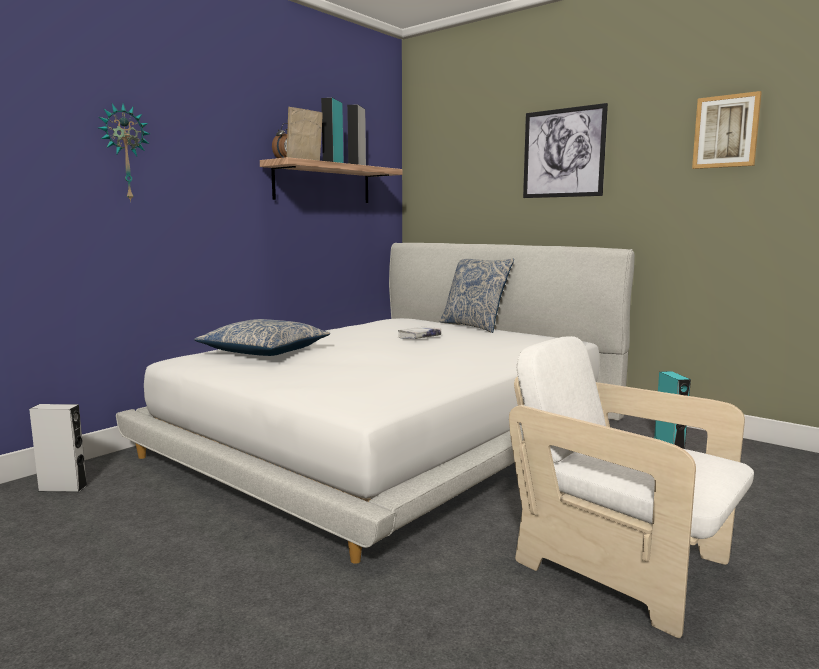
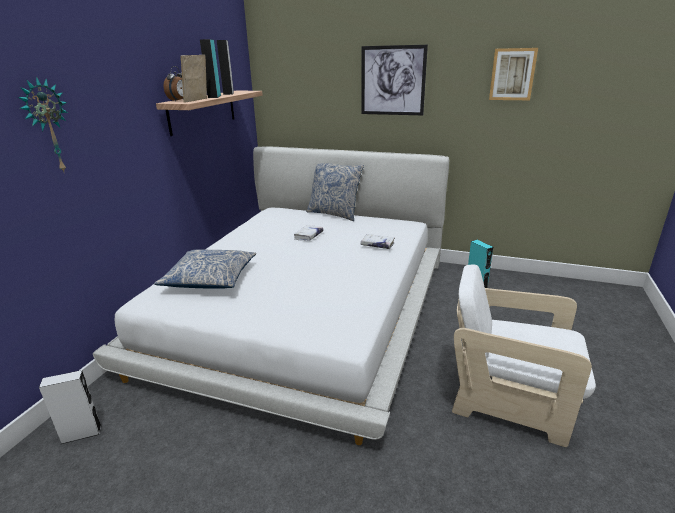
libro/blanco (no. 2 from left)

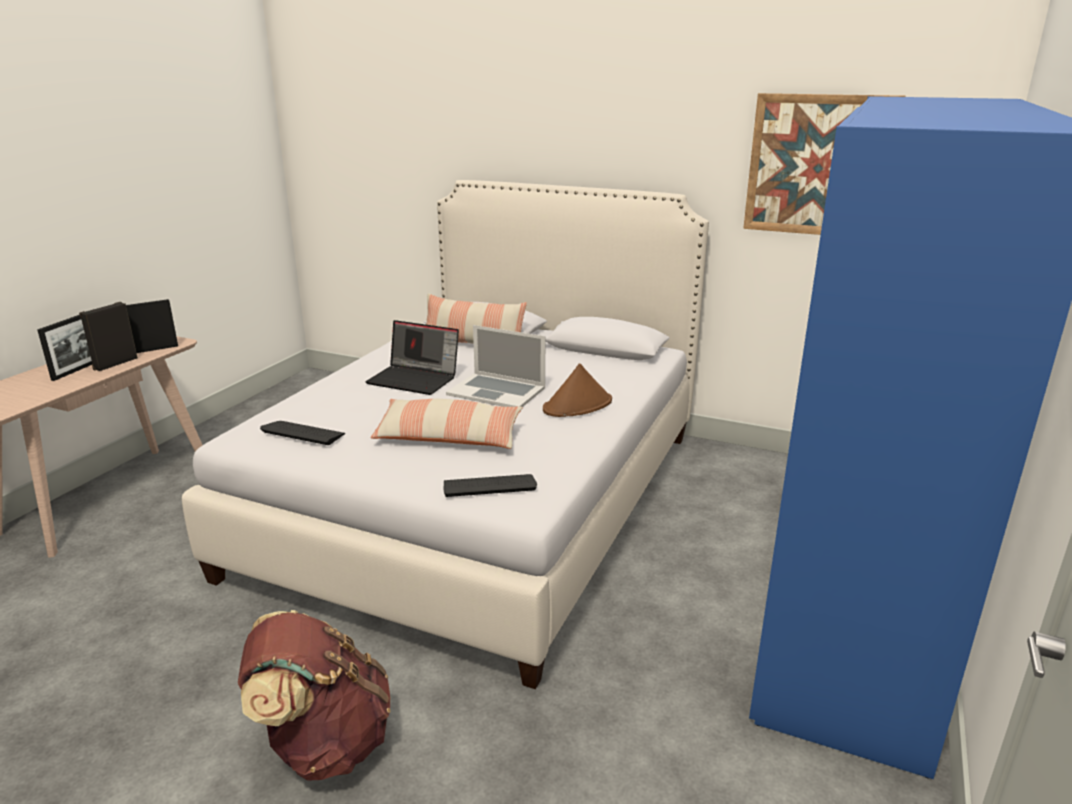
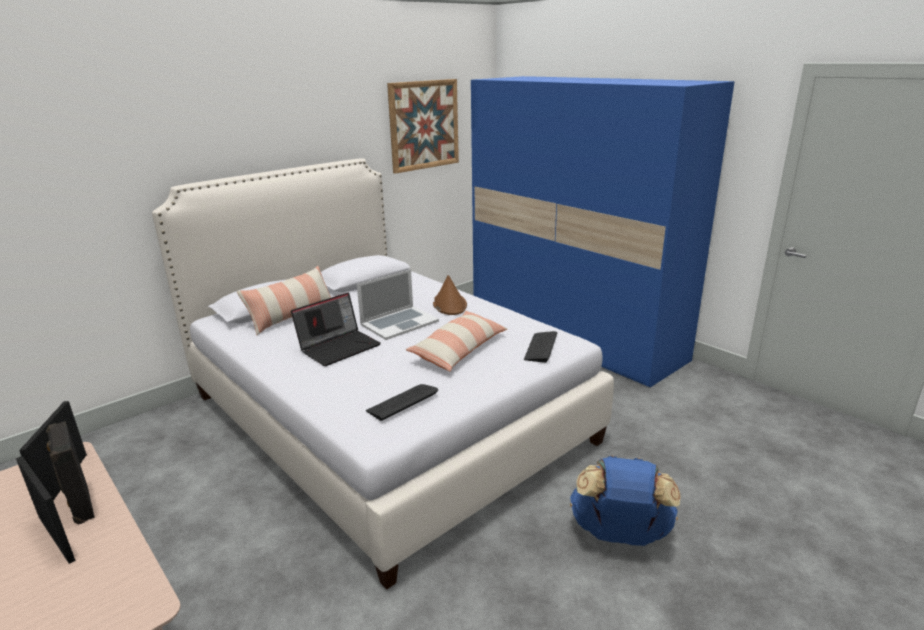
mochila/azul

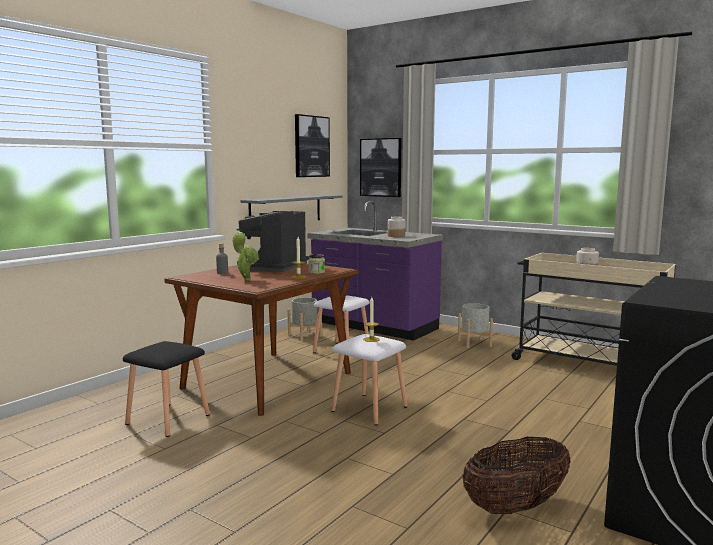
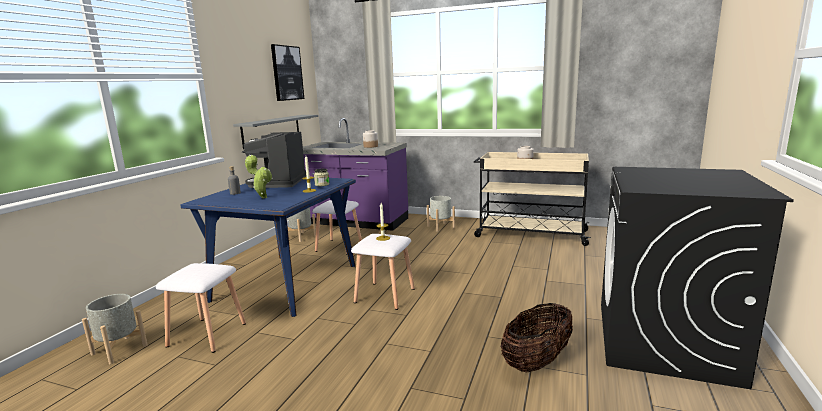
cuadro (no. 2 from left in the first image)
mesa de comedor/azul
taburete/blanco (no. 1 from left)
maceta/gris (no. 1 from left)

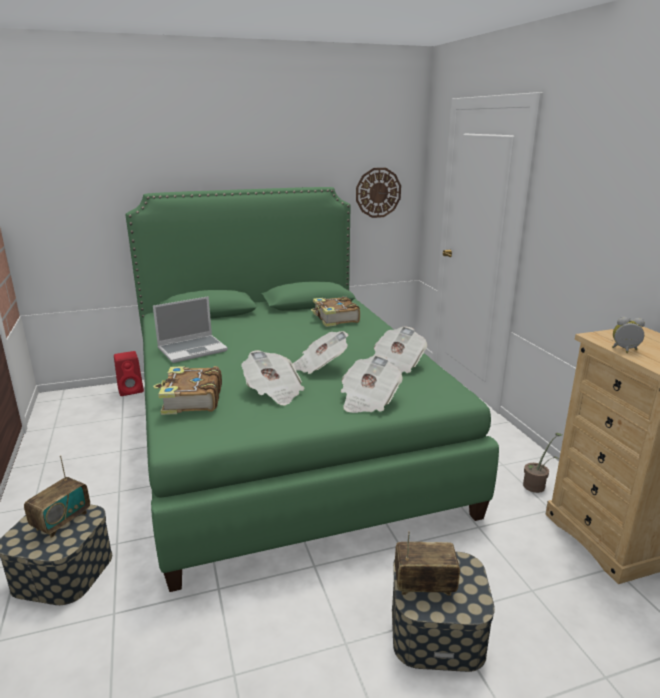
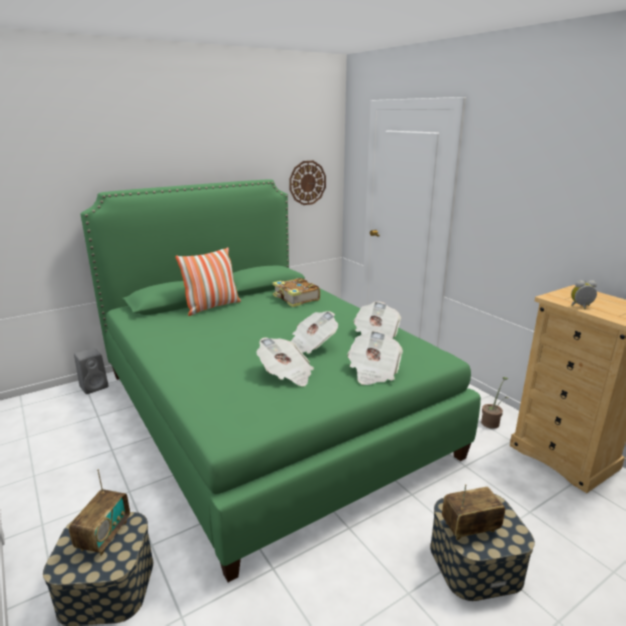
portátil
altavoz/gris
libro (no. 1 from left in the first image)
cojín

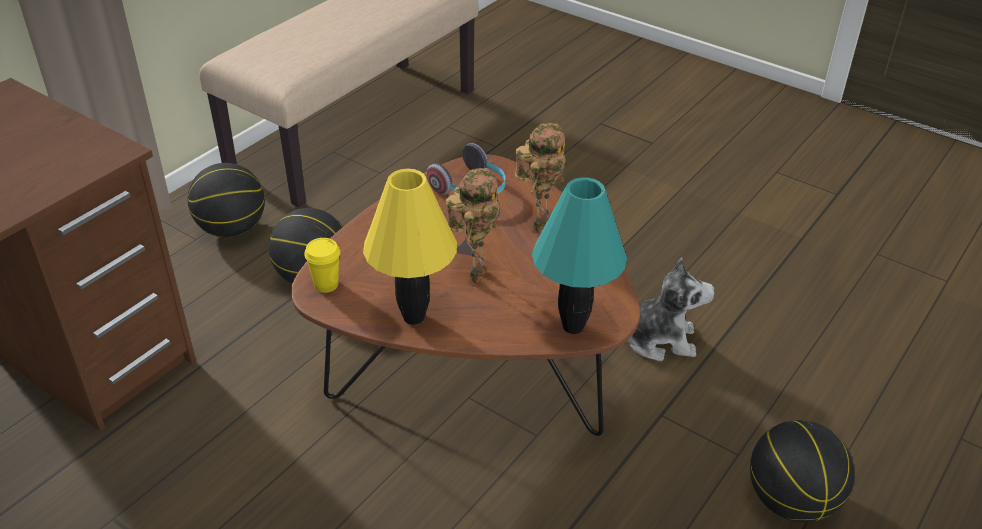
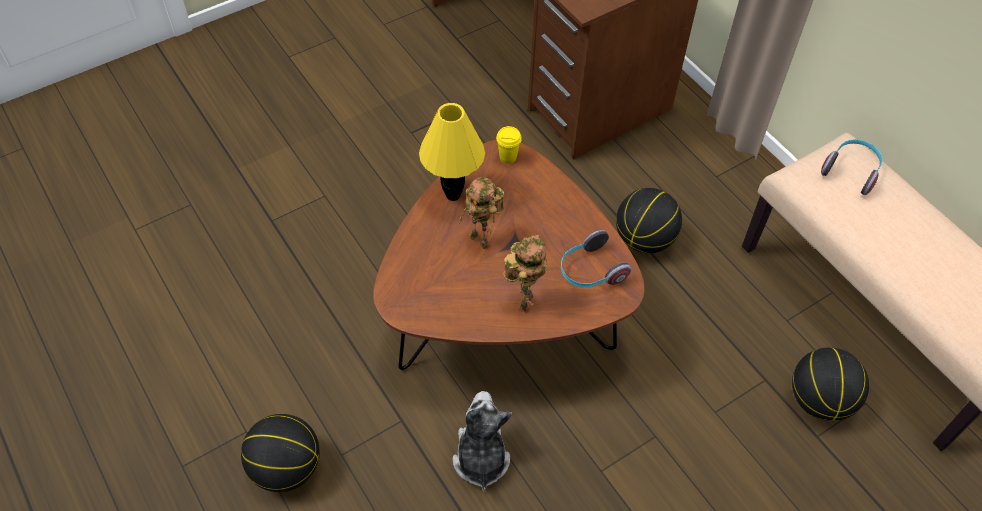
robot de juguete (no. 2 from left)
balón de baloncesto (no. 3 from left)
lámpara de mesa/turquesa
peluche
auriculares (no. 2 from left)

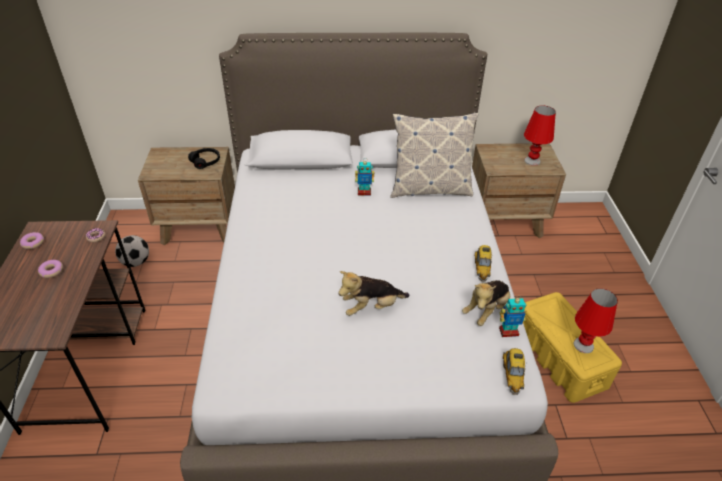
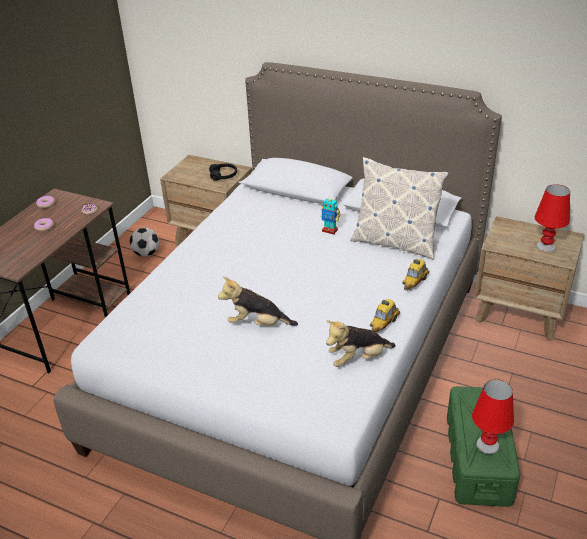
caja de almacenaje/verde
robot de juguete (no. 2 from left in the first image)
coche de juguete (no. 2 from left)

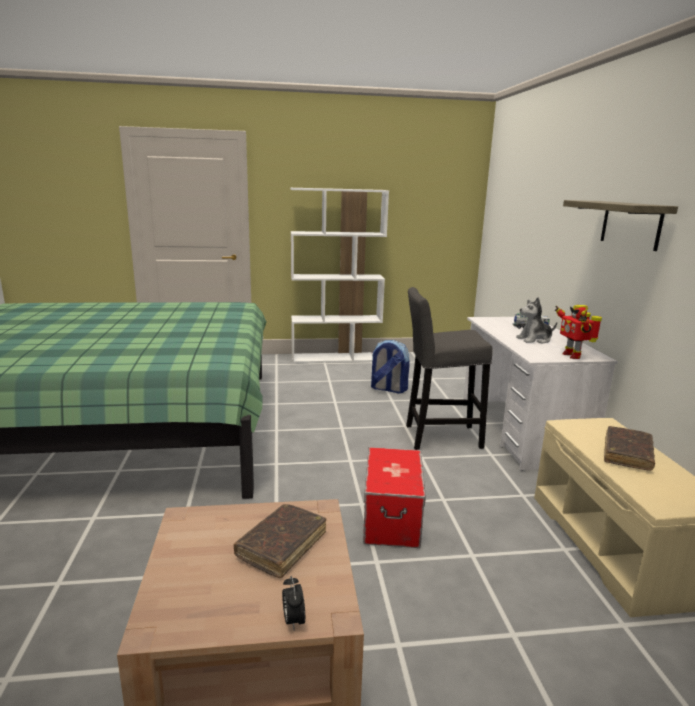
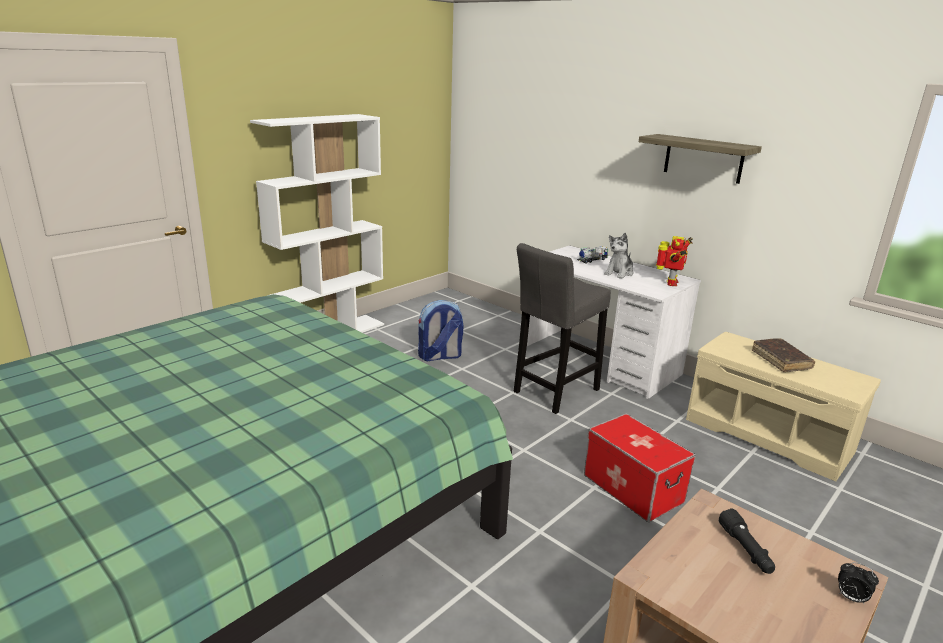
robot de juguete
linterna/negro

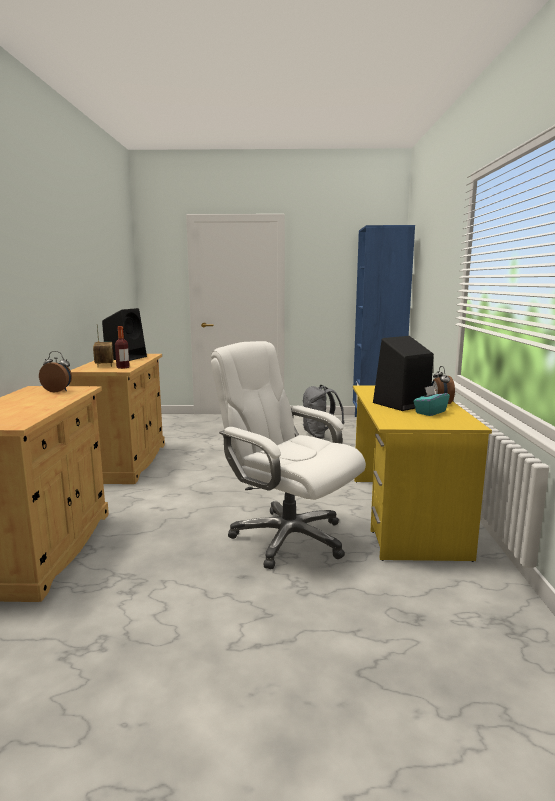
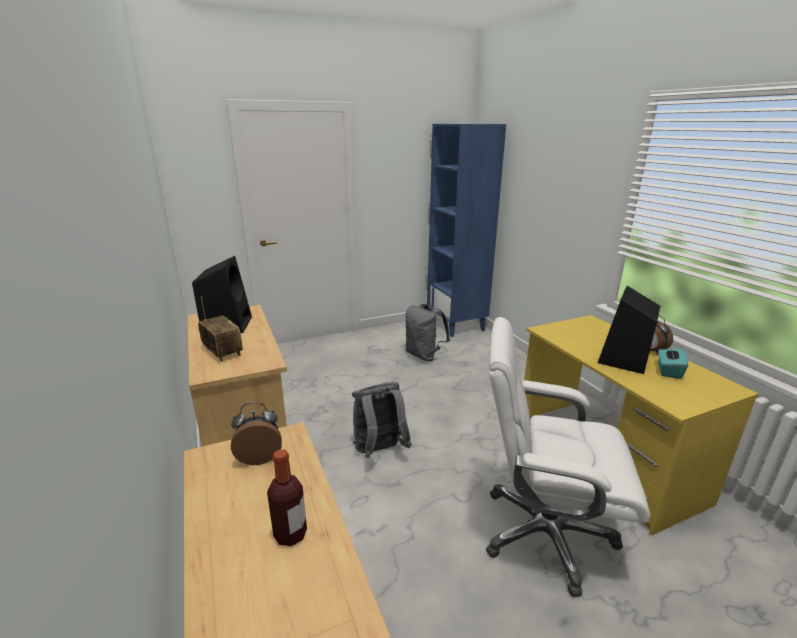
botella
mochila/gris (no. 1 from left)

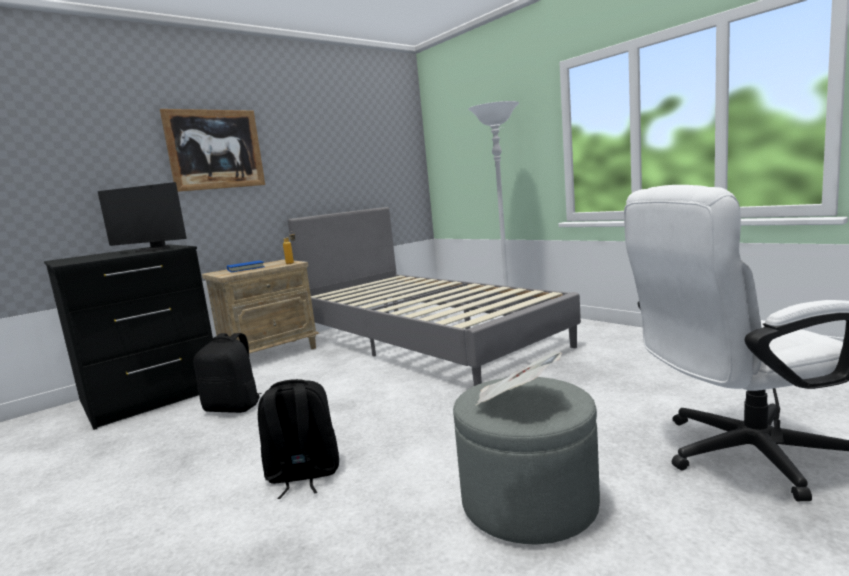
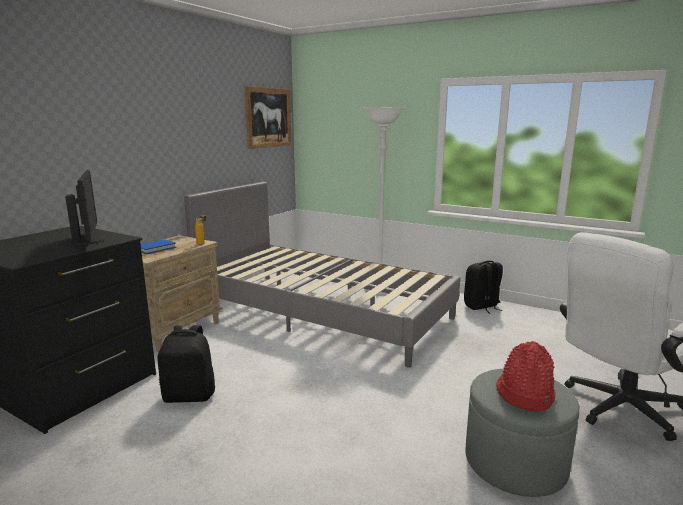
cuadro
monitor
sombrero/rojo
mochila/negro (no. 2 from left)

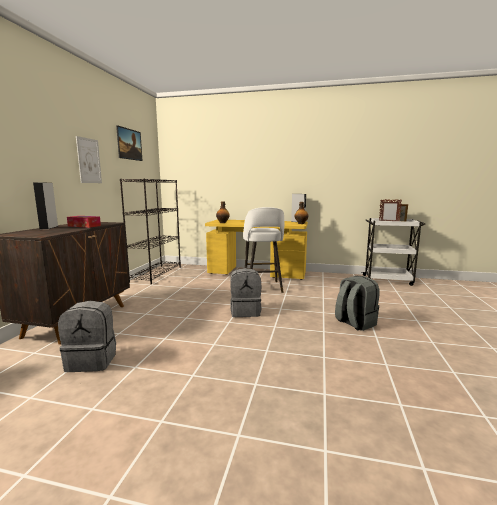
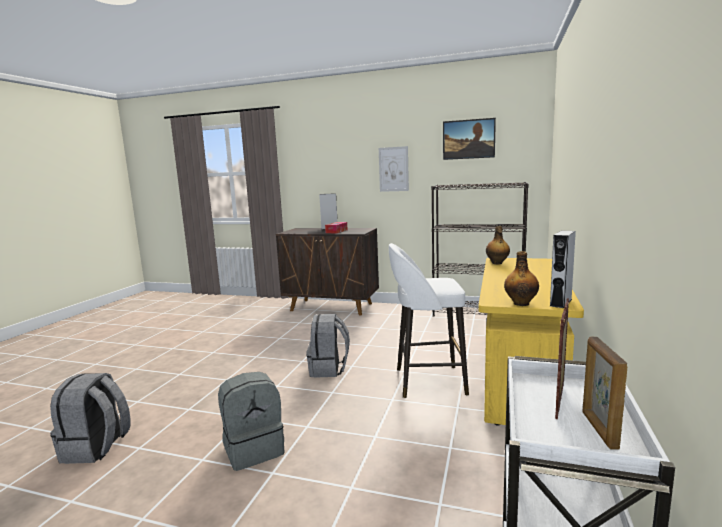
mochila/gris (no. 1 from left)

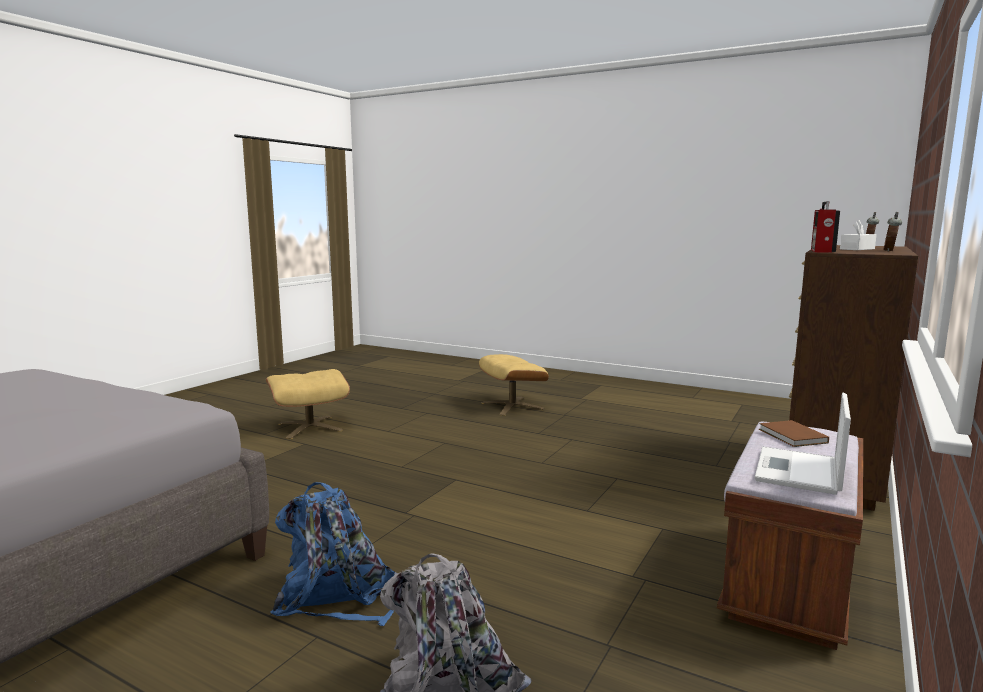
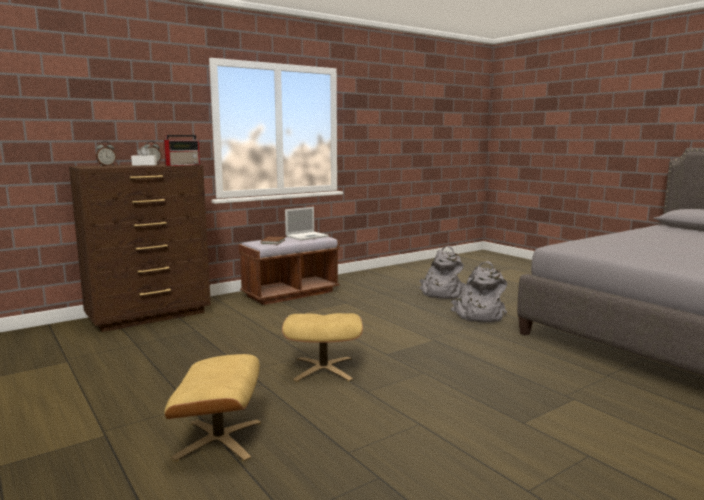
puf/beis (no. 2 from left)
mochila/gris (no. 2 from left)

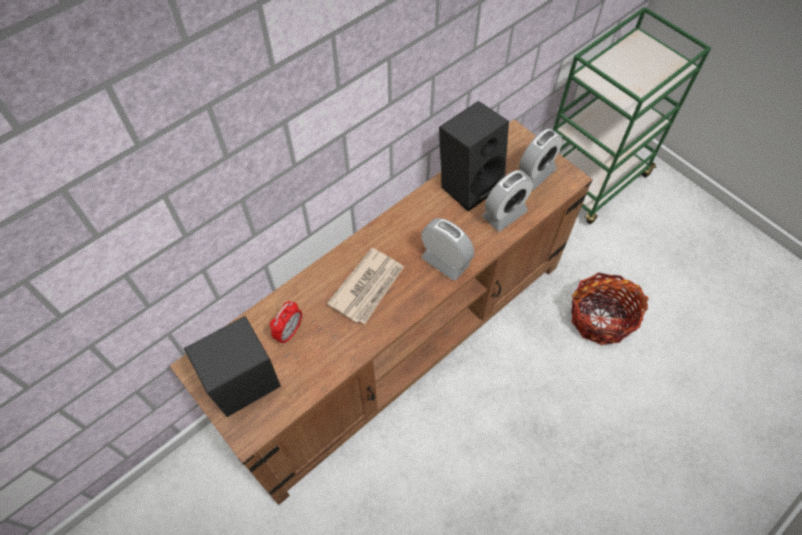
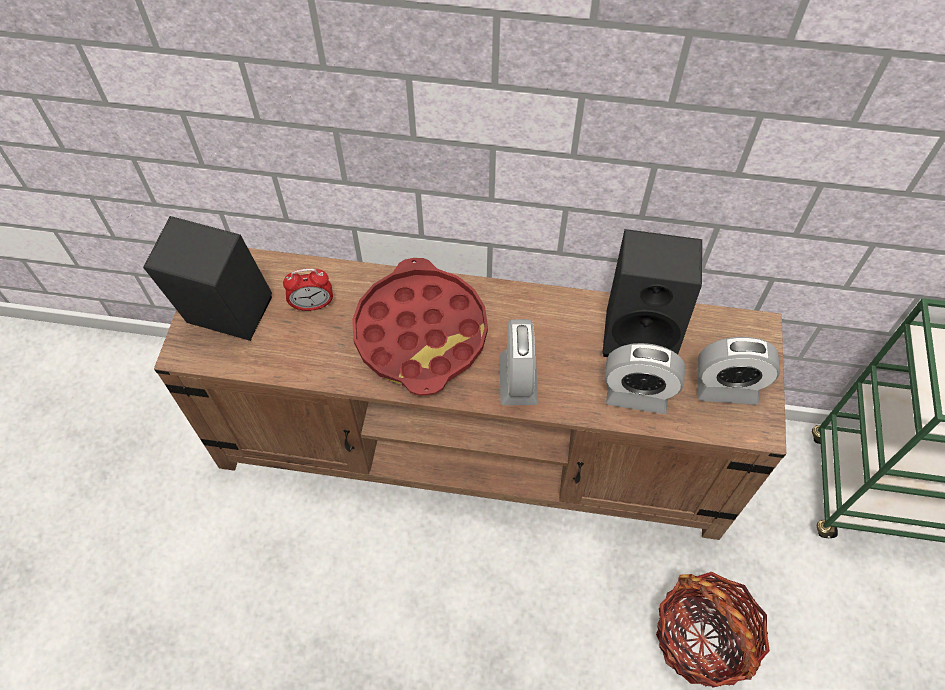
bandeja/rojo

